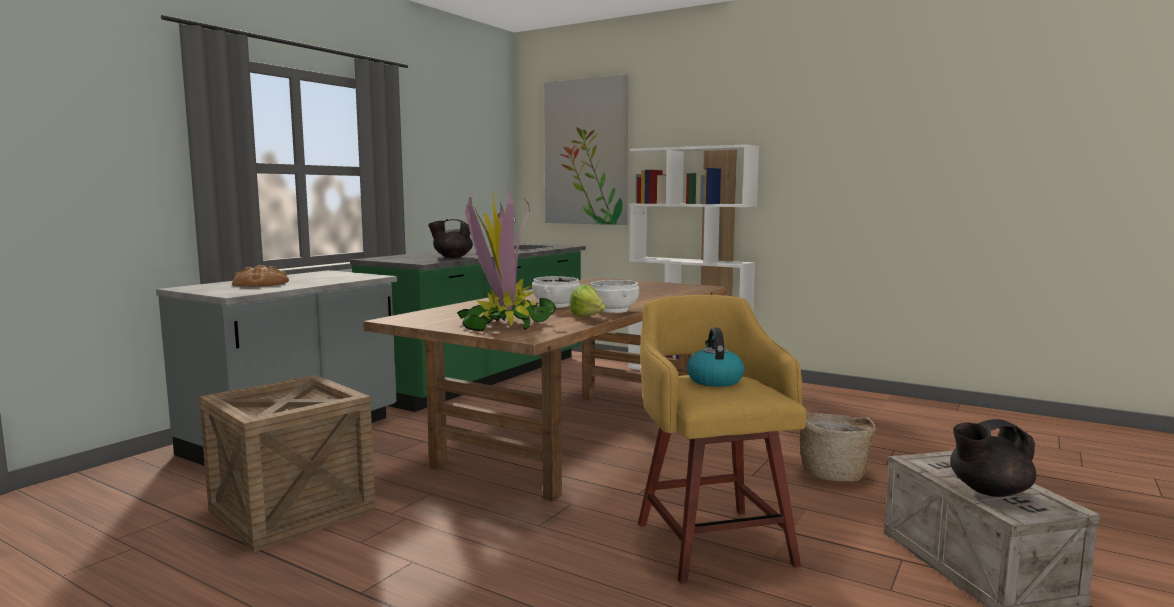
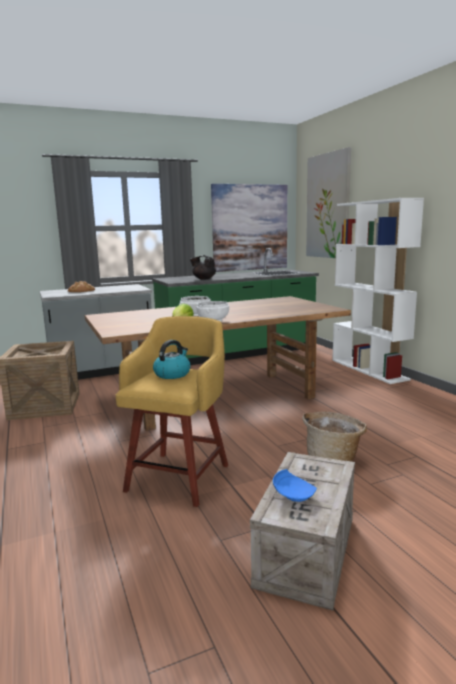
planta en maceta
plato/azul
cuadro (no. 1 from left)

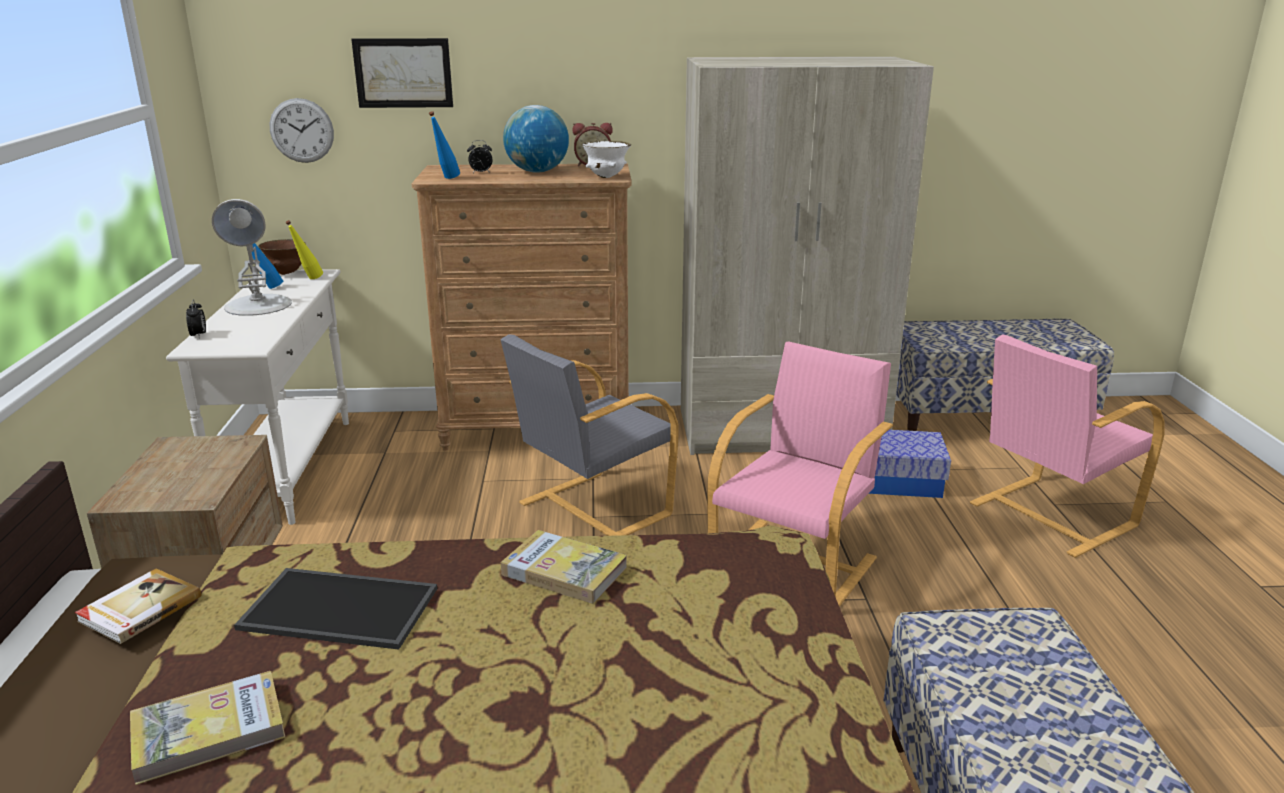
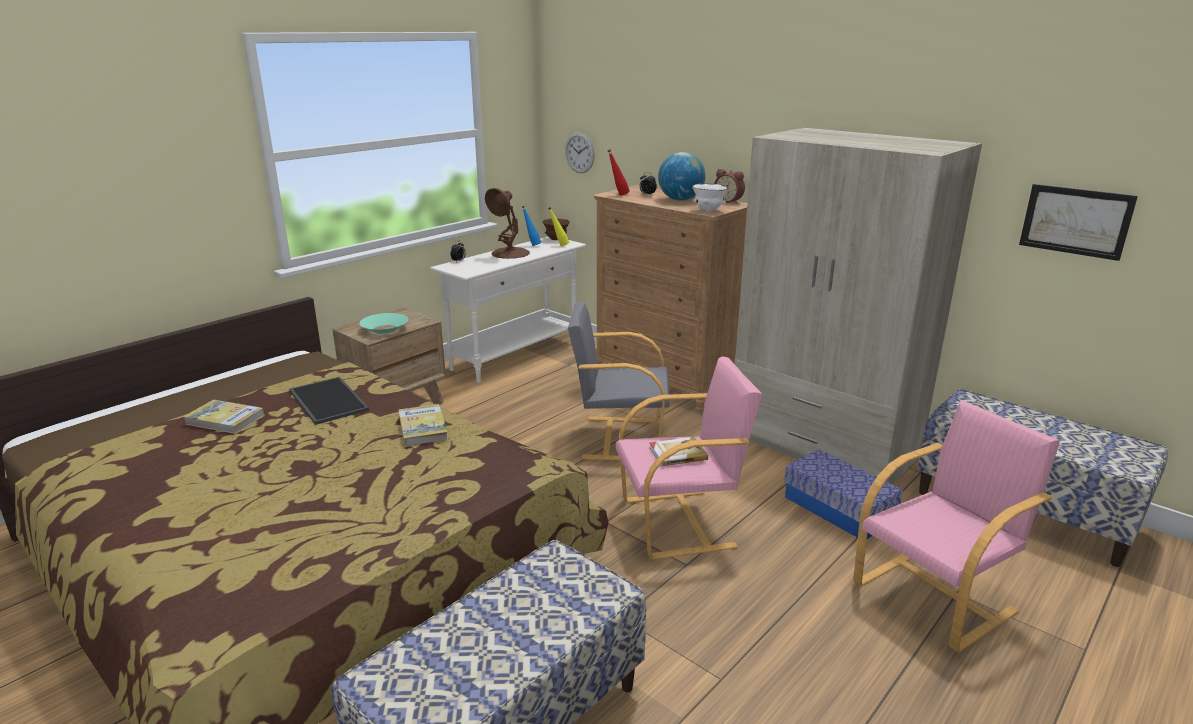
cuadro
botella/rojo
lámpara de mesa/marrón
sillón/rosa (no. 2 from left)
libro (no. 3 from left)
cuenco/turquesa

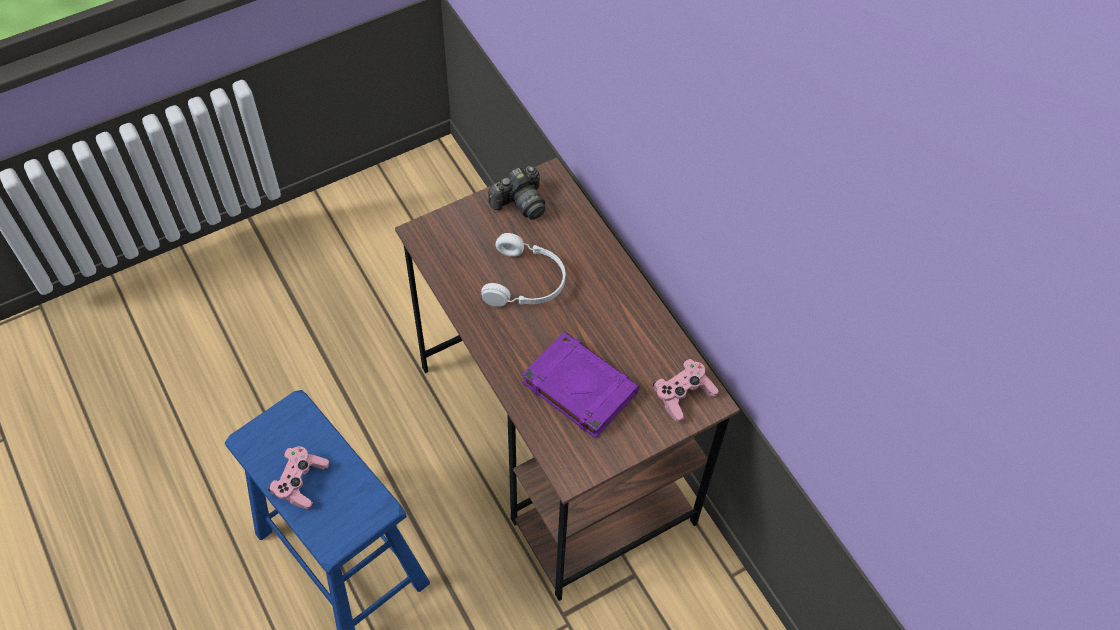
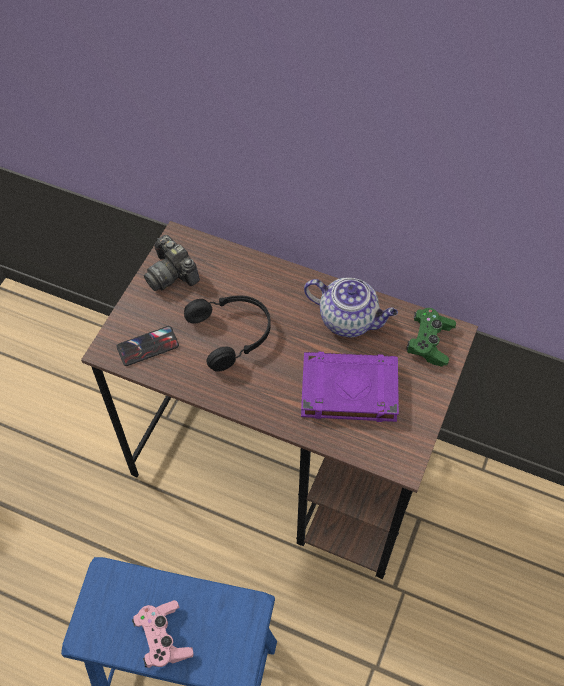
cámara
auriculares/negro
mando de consola/verde
tetera
móvil

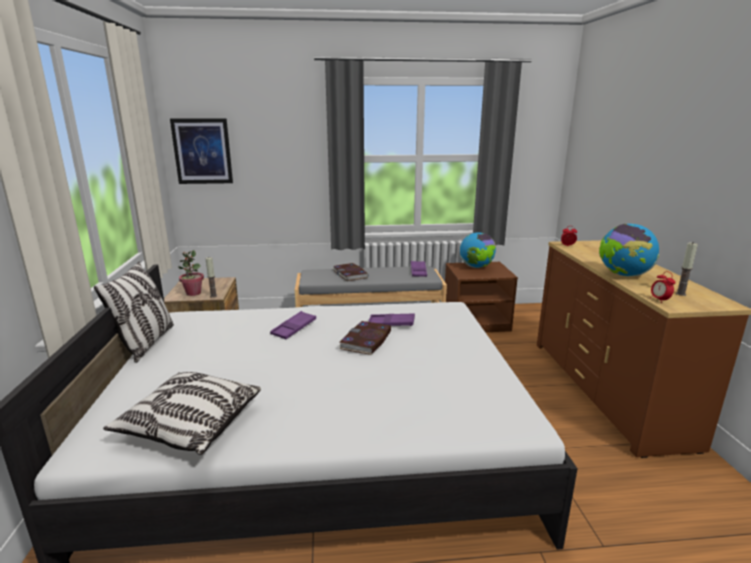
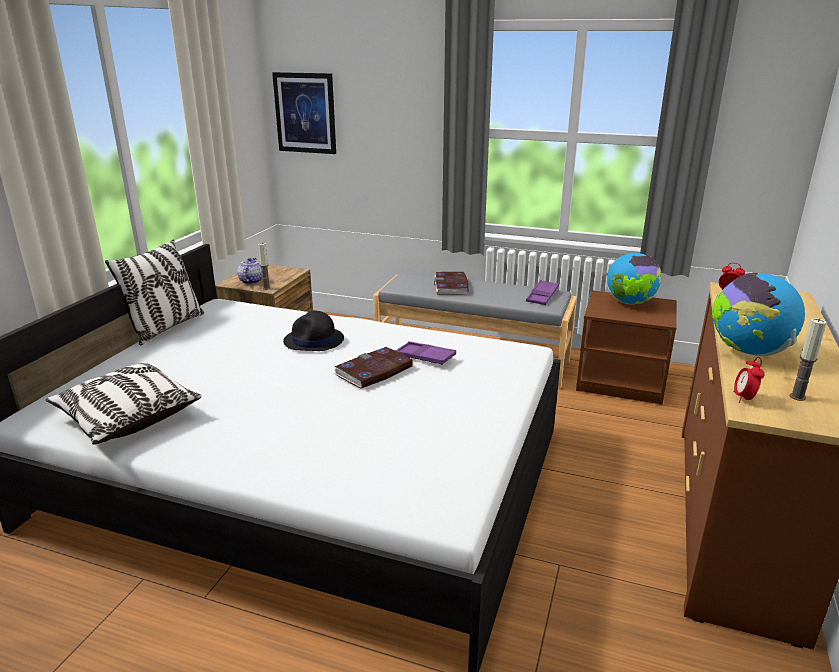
tetera
sombrero/negro

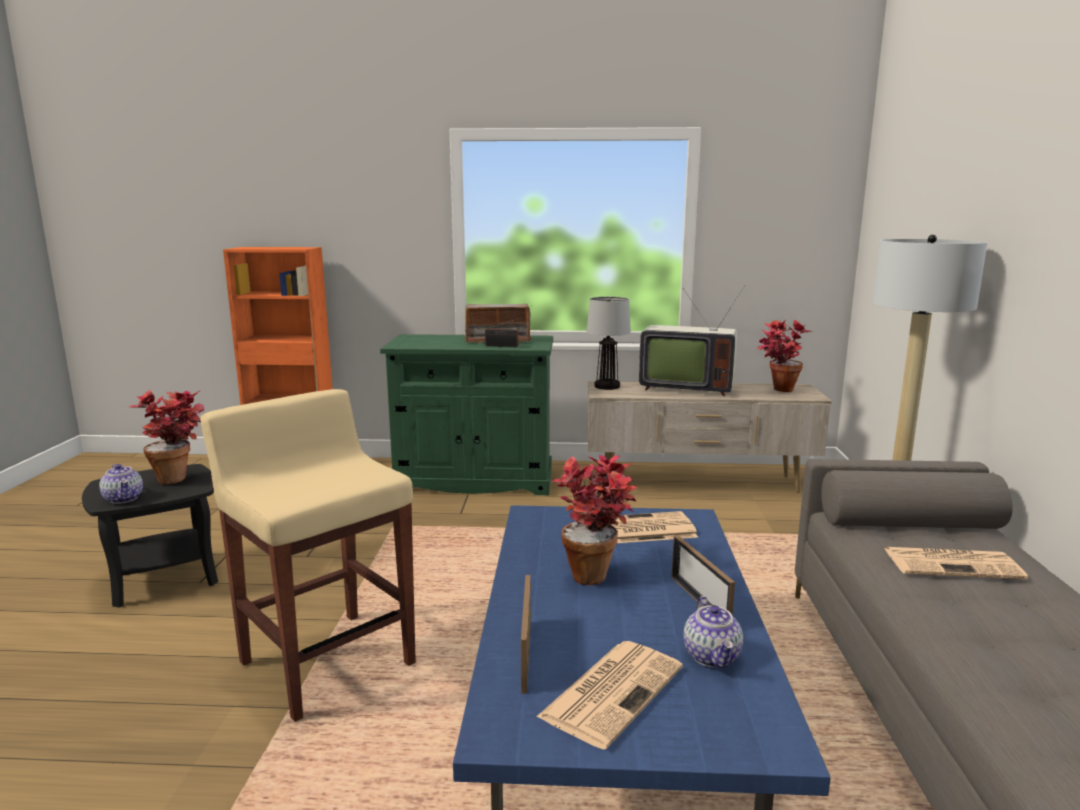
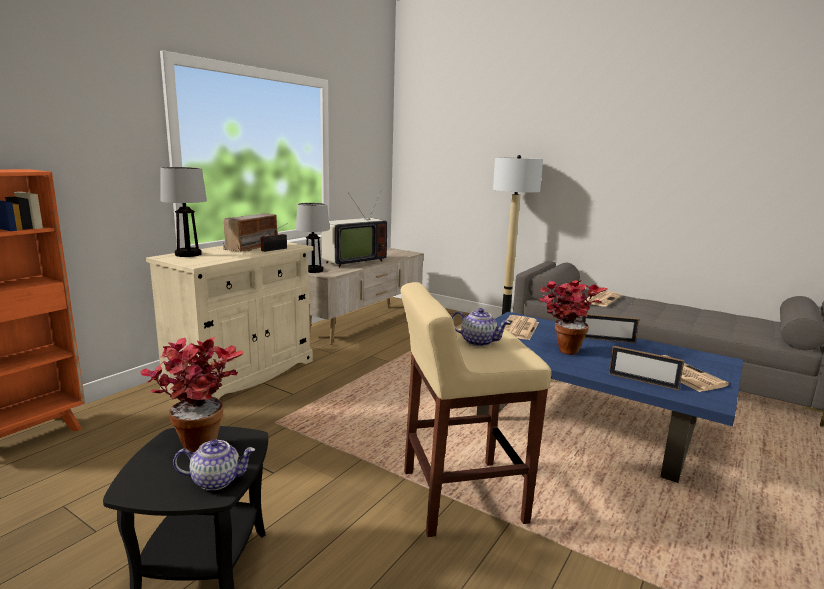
planta en maceta (no. 3 from left in the first image)
armario/beis
tetera (no. 2 from left)
lámpara de mesa (no. 1 from left)

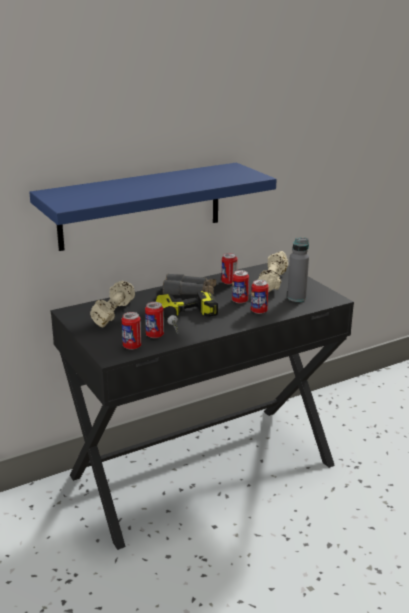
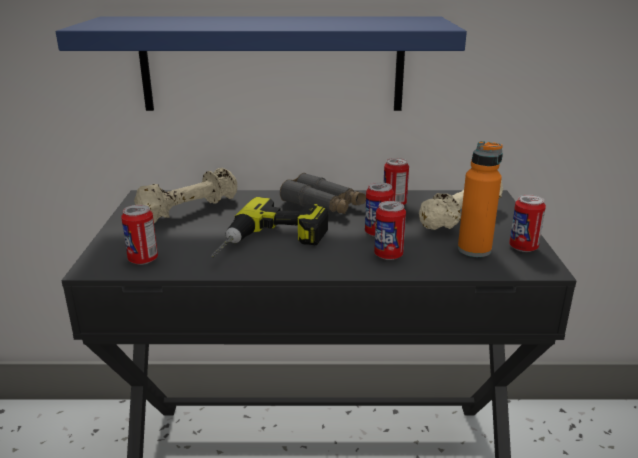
botella/naranja
lata (no. 5 from left)

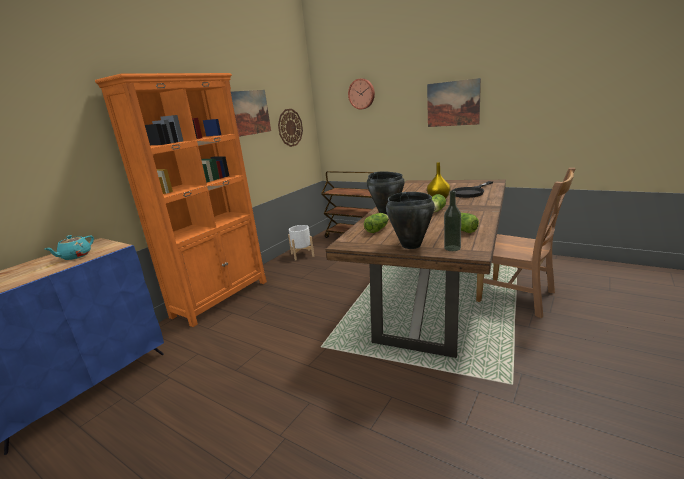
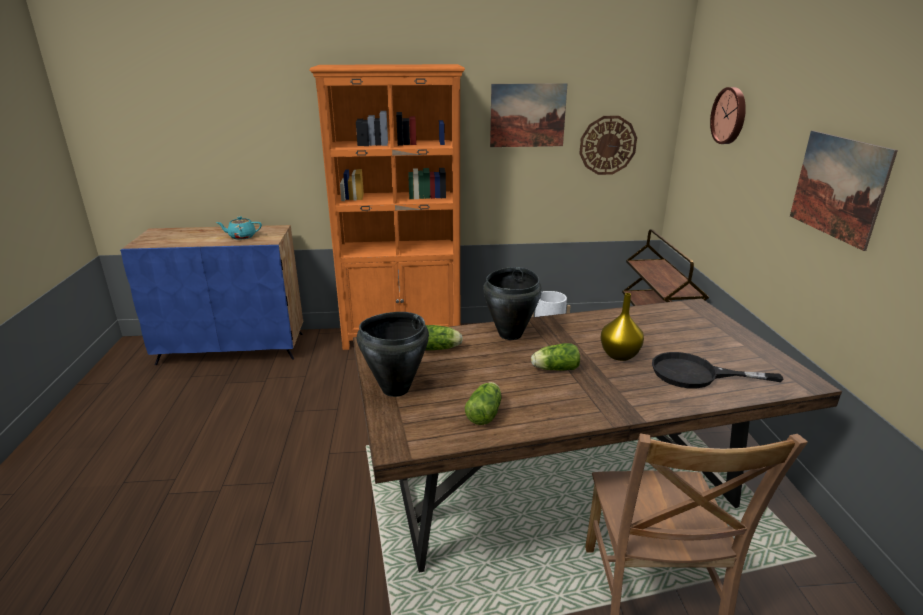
botella

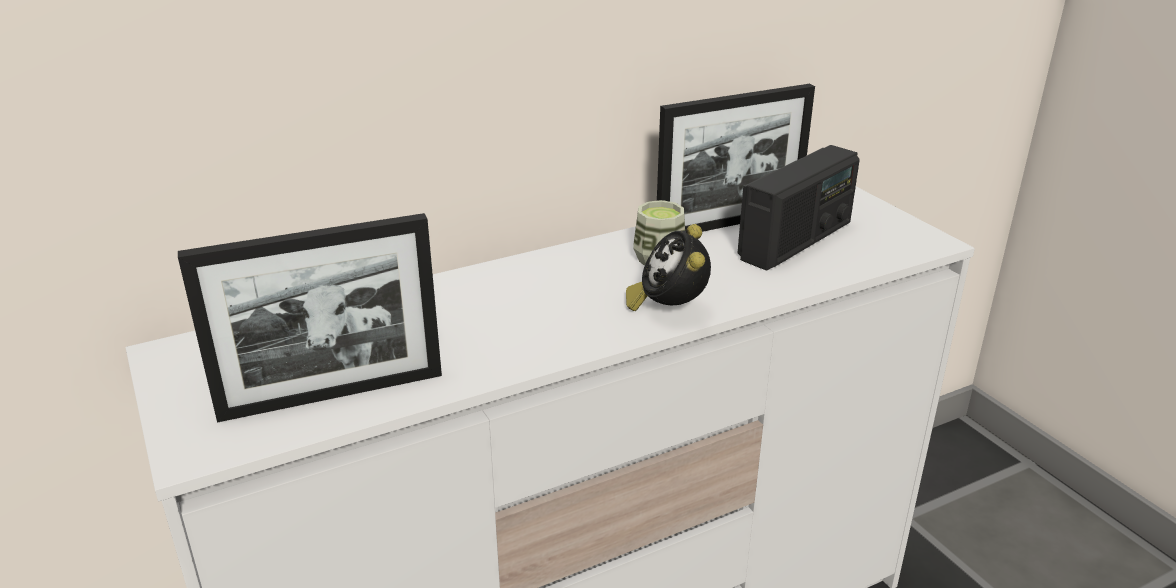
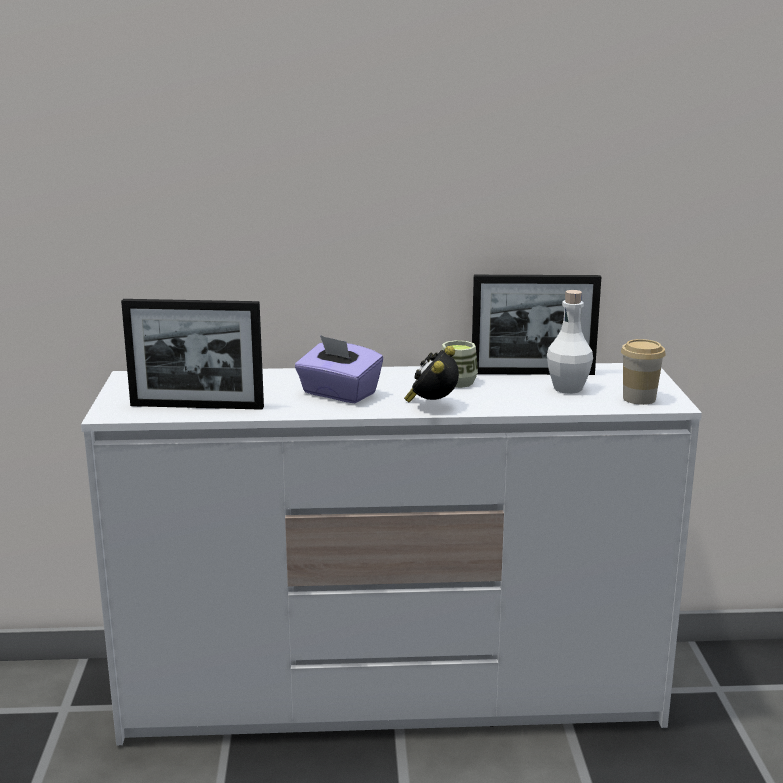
botella/blanco
caja de pañuelos/morado
taza (no. 2 from left)

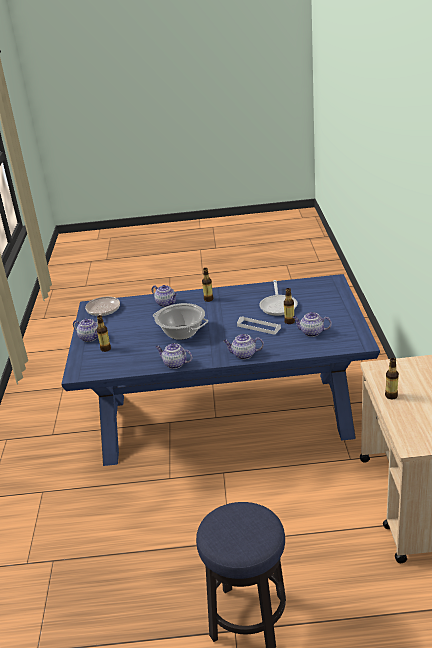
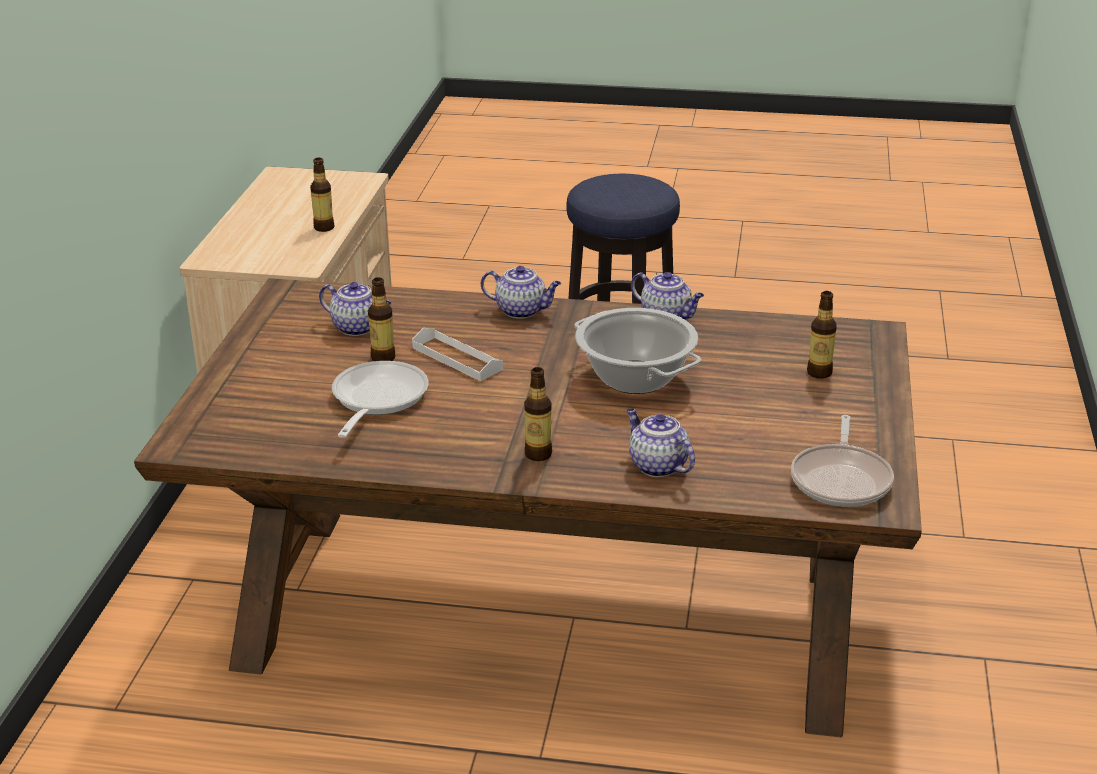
mesa de comedor/marrón
tetera (no. 1 from left in the first image)

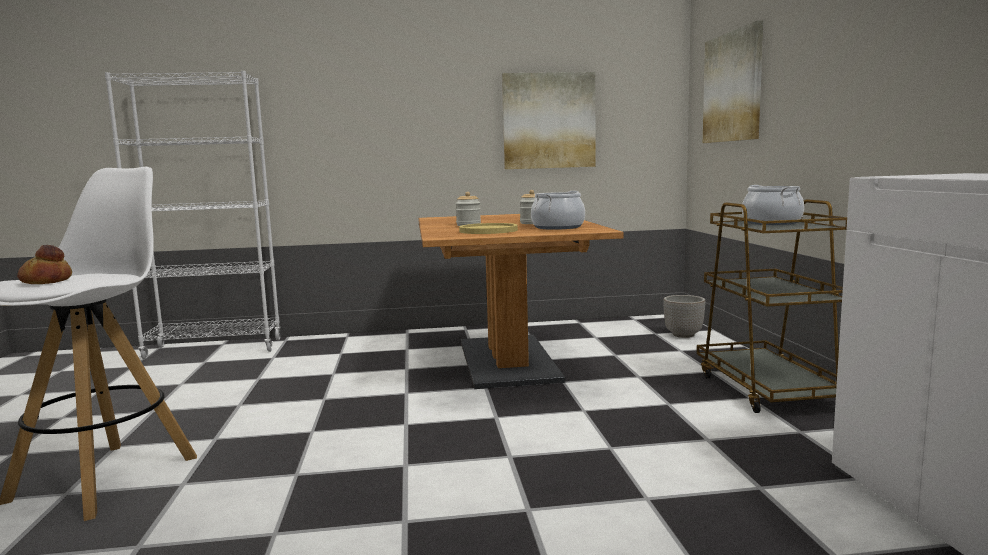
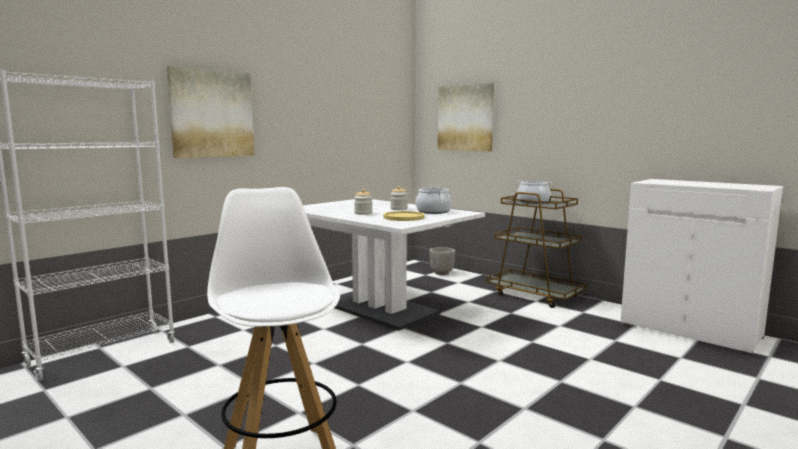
cuadro (no. 1 from left)
mesa de comedor/blanco
pan

